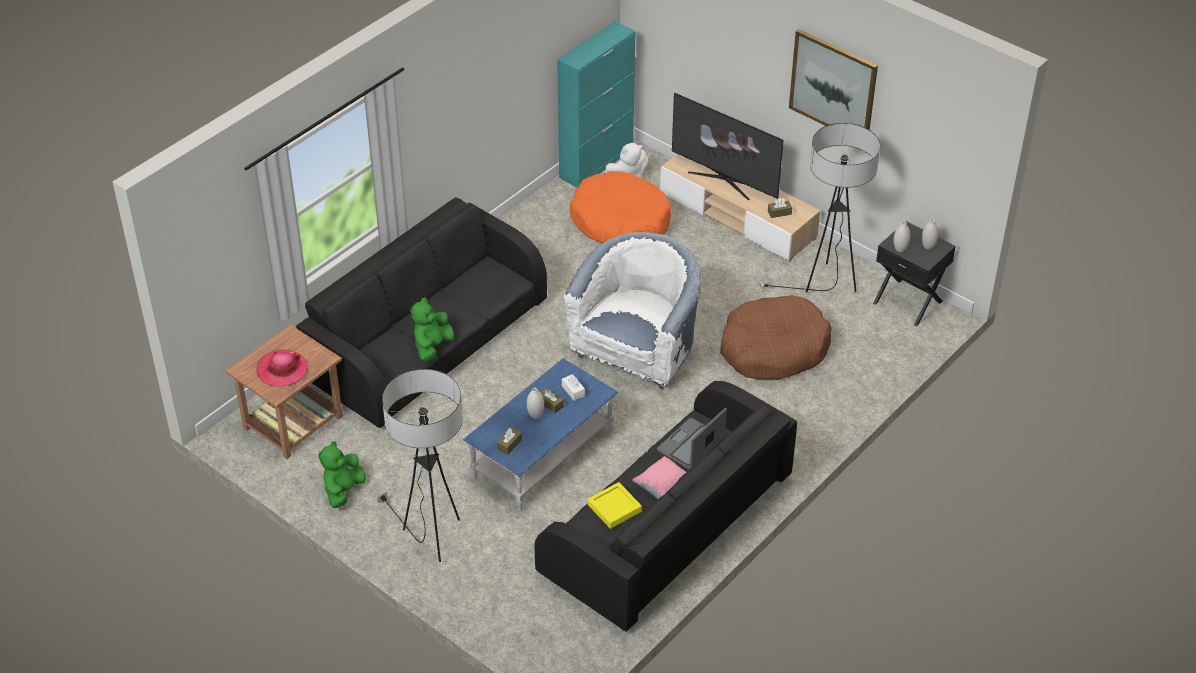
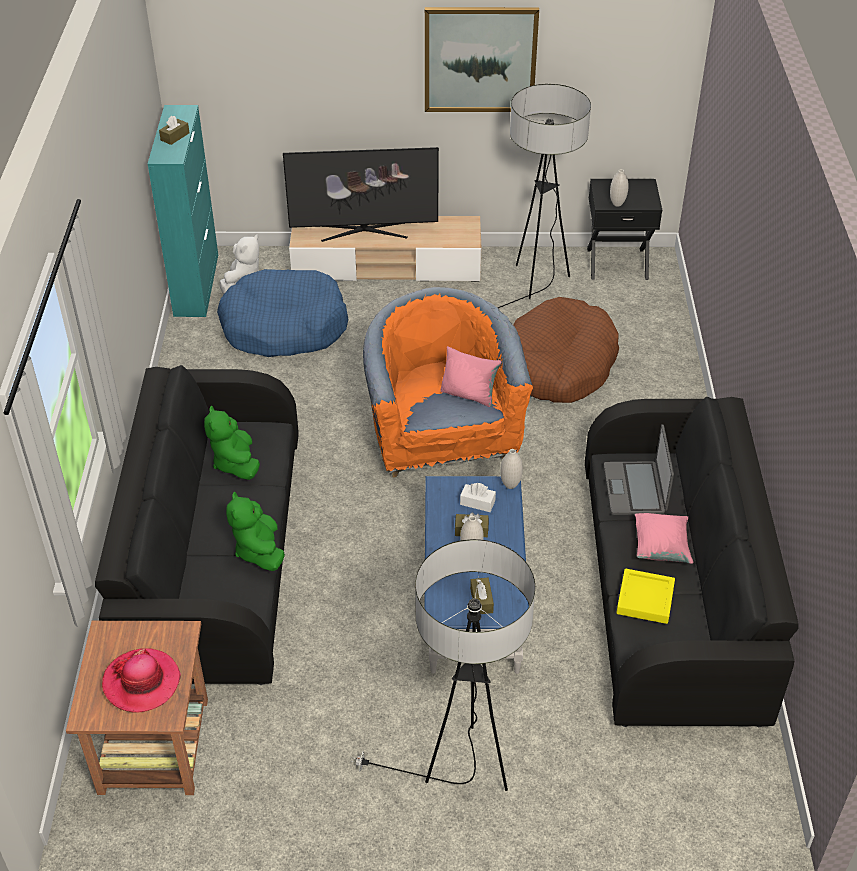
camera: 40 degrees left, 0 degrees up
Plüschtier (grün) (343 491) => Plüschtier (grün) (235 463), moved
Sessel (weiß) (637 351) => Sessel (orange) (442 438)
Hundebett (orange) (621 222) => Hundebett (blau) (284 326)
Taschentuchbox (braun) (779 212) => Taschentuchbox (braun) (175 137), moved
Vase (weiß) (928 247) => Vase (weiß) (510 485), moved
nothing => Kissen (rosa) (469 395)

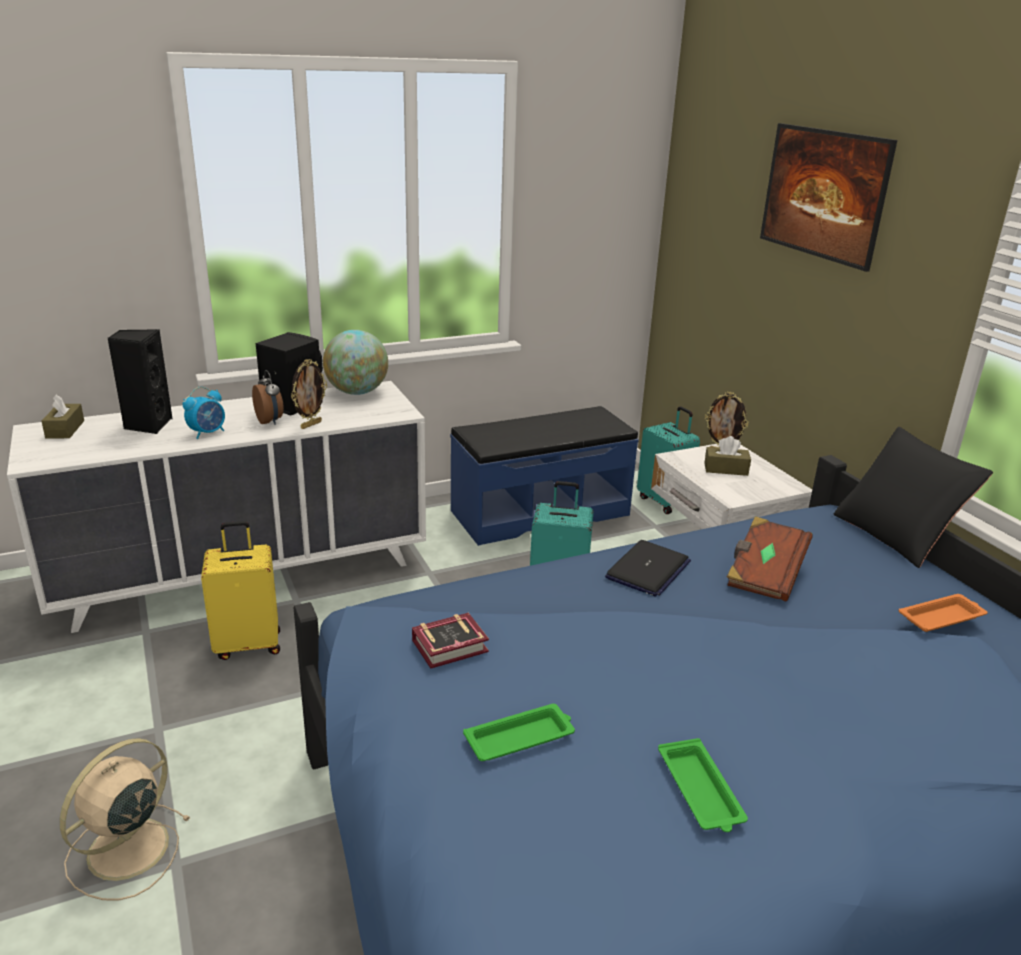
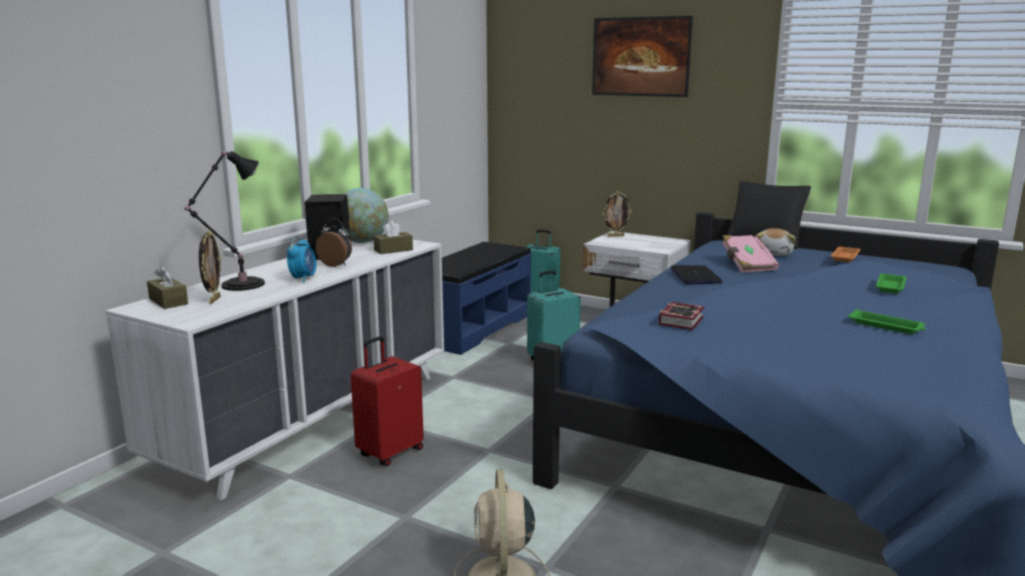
camera: 35 degrees left, 10 degrees down
Lautsprecher (schwarz) (147 425) => Tischlampe (schwarz) (239 285)
Koffer (gelb) (248 644) => Koffer (rot) (389 452)
Bilderrahmen (310 425) => Bilderrahmen (214 300), moved
Tablett (grün) (521 738) => Tablett (grün) (890 286), moved
Taschentuchbox (braun) (726 469) => Taschentuchbox (braun) (393 250), moved
Buch (braun) (764 574) => Buch (rosa) (747 265)
nothing => Plüschtier (774 254)

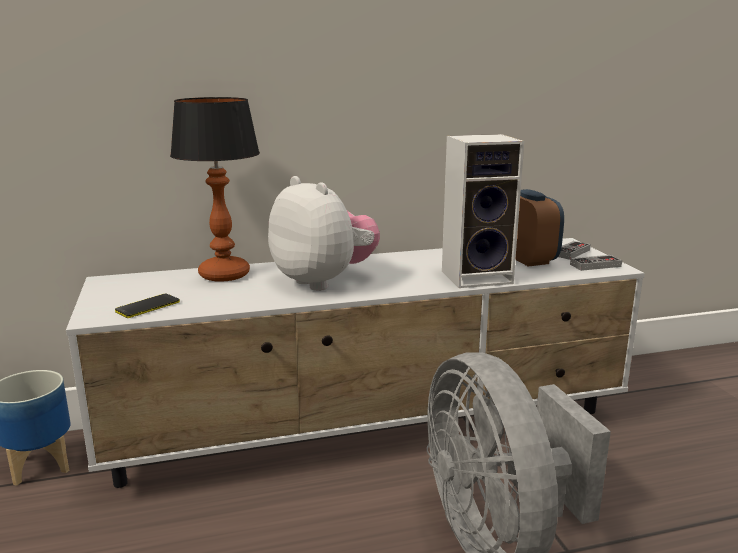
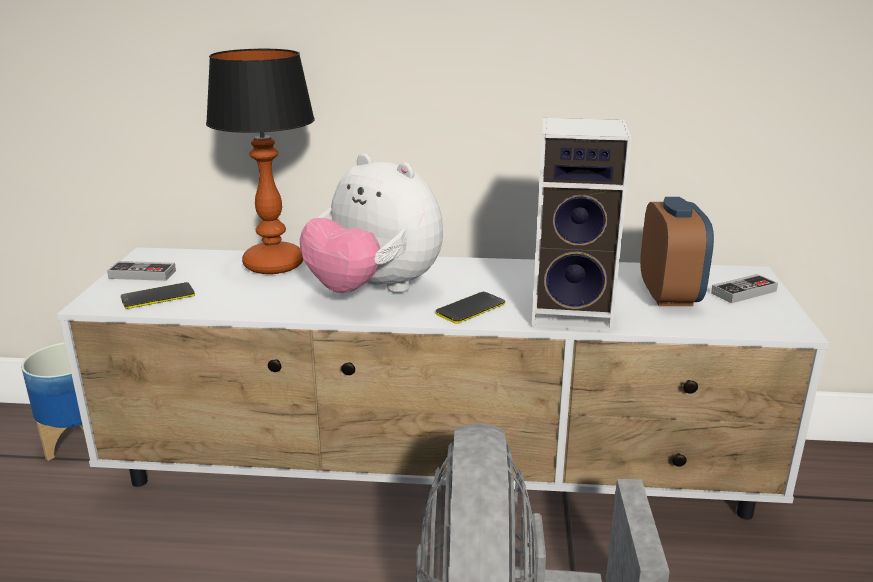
camera: 20 degrees right, 5 degrees up
Plüschtier (323 281) => Plüschtier (374 291), 150 degrees clockwise
Gamepad (595 265) => Gamepad (142 274), moved
nothing => Handy (470 308)

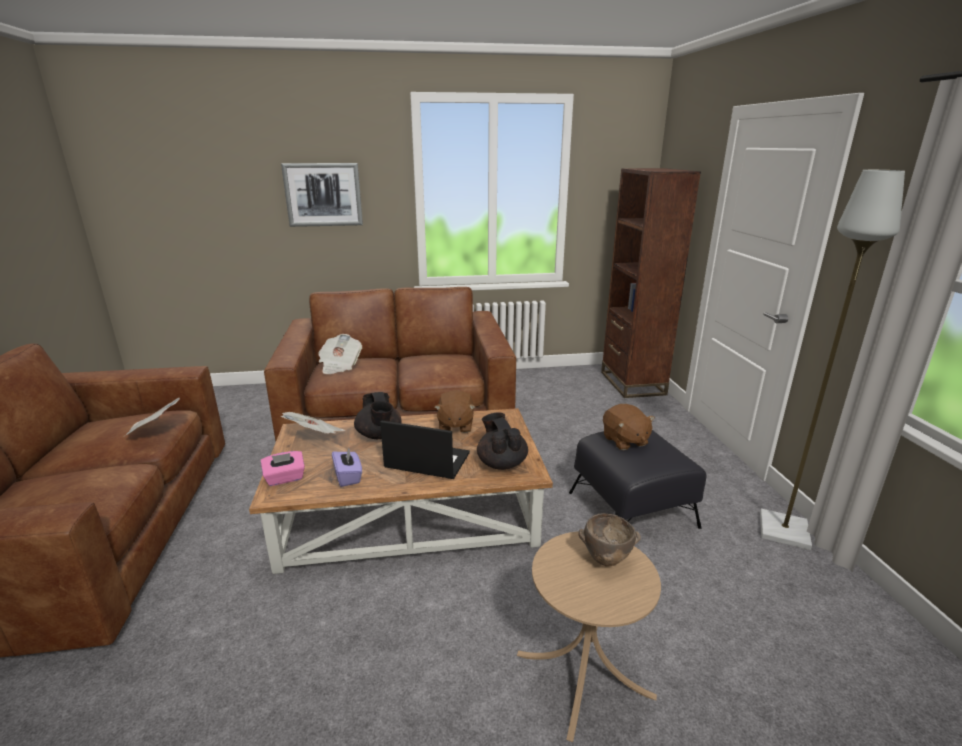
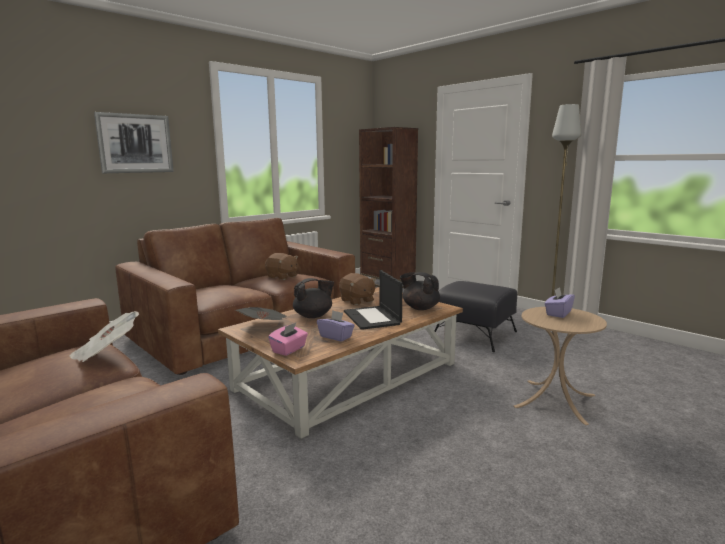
camera: 35 degrees left, 10 degrees down
Zeitung (339 366) => nothing
Teekanne (schwarz) (379 435) => Teekanne (schwarz) (313 316), 60 degrees counterclockwise
Laptop (426 461) => Laptop (372 318), 90 degrees counterclockwise
Schüssel (braun) (605 560) => Taschentuchbox (lila) (558 313)
Plüschtier (braun) (624 441) => Plüschtier (braun) (282 277), moved

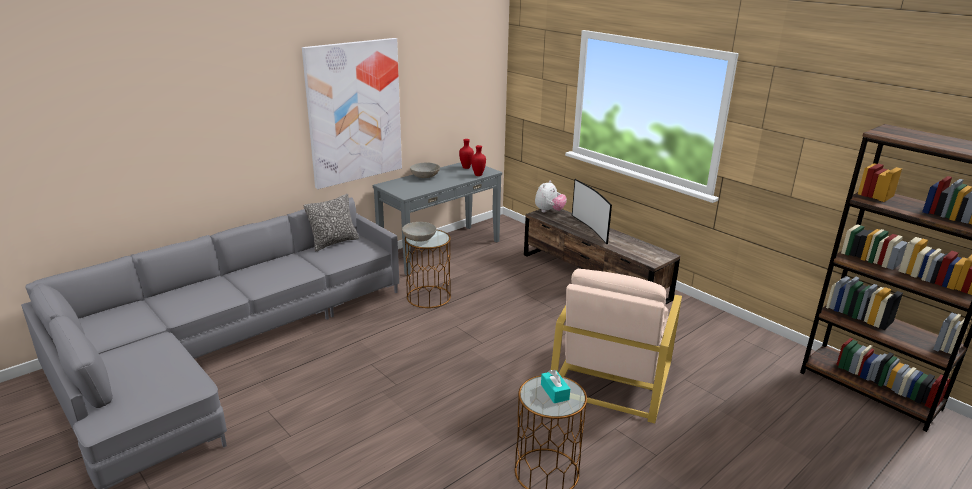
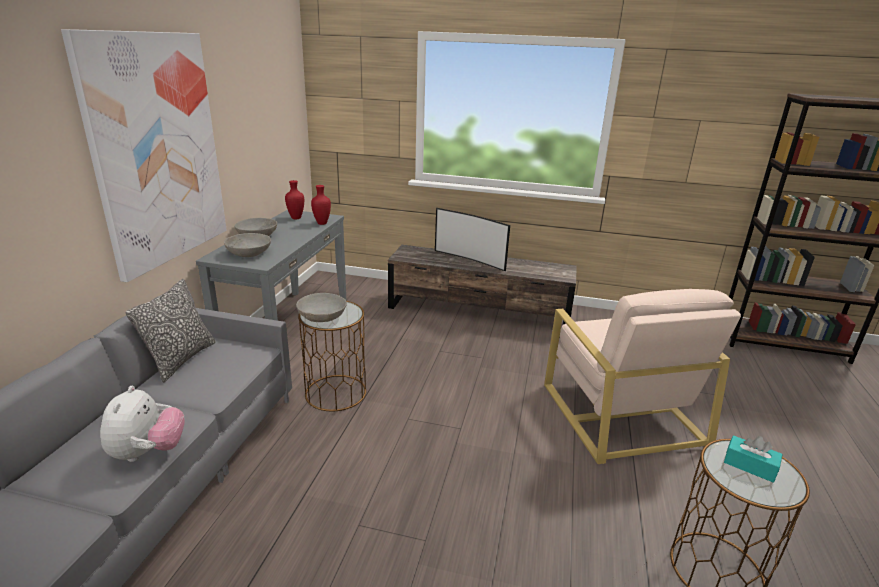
camera: 35 degrees left, 0 degrees up
Plüschtier (549 211) => Plüschtier (148 452), moved
nothing => Schüssel (grau) (249 253)

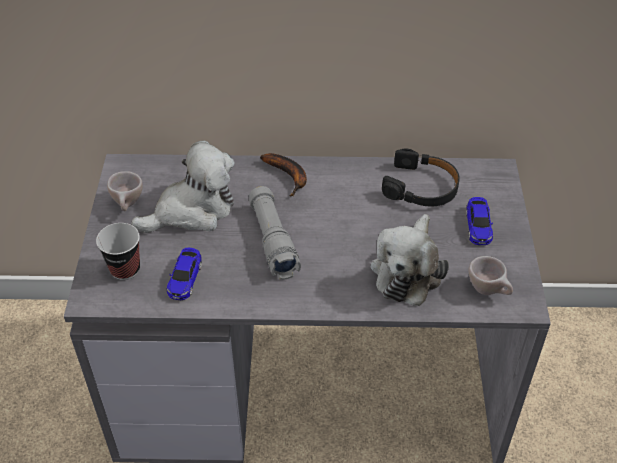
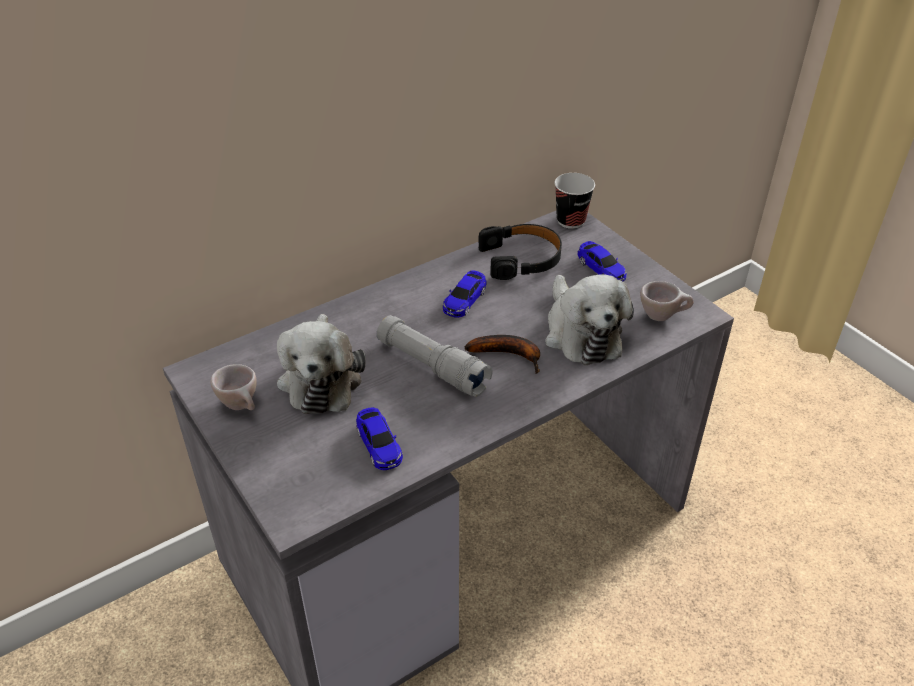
camera: 35 degrees left, 5 degrees down
Tasse (125 269) => Tasse (571 221), moved
Plüschtier (192 211) => Plüschtier (321 378), 150 degrees clockwise
Banane (289 176) => Banane (510 355), moved
nothing => Spielzeugauto (464 300)

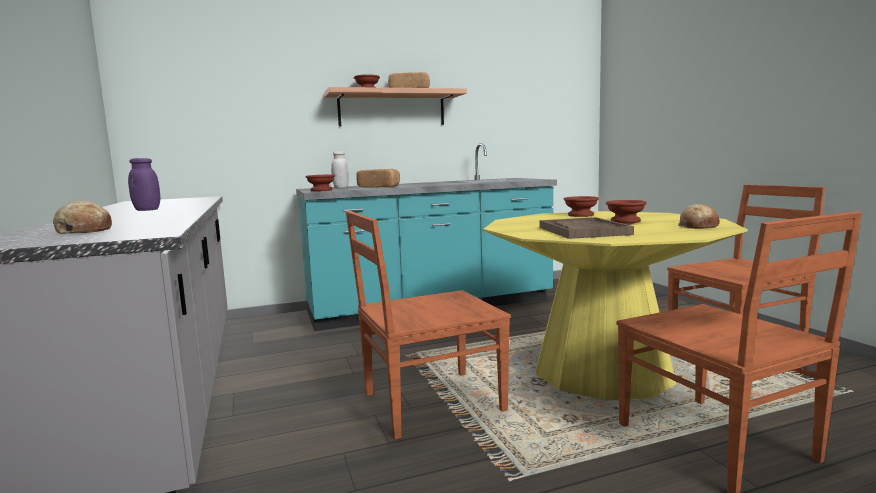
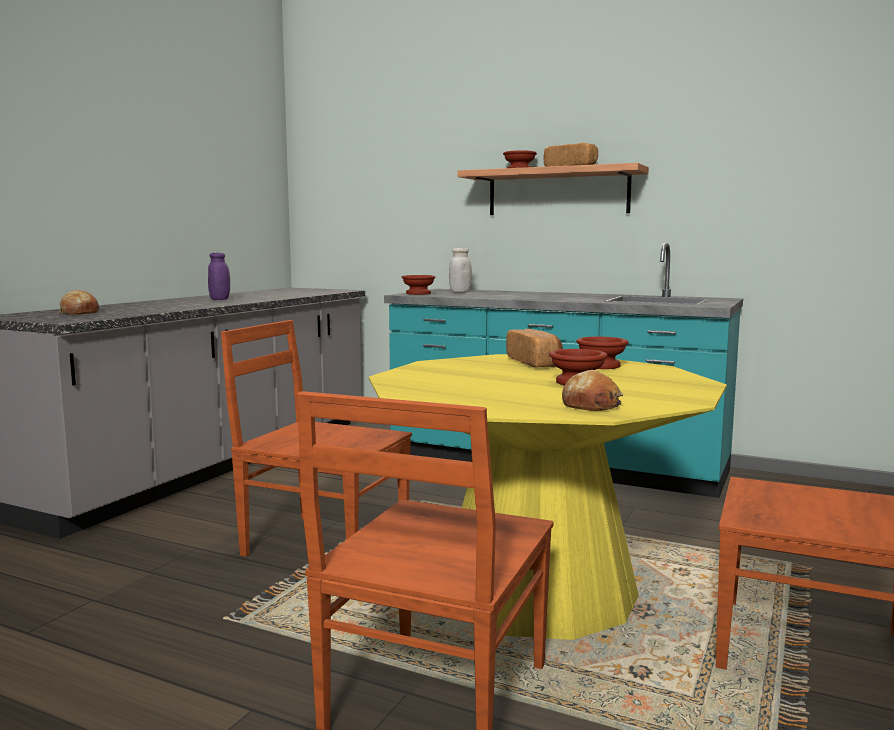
camera: 45 degrees right, 0 degrees up
Brot (379 187) => Brot (535 363), moved
Tablett (braun) (583 231) => nothing

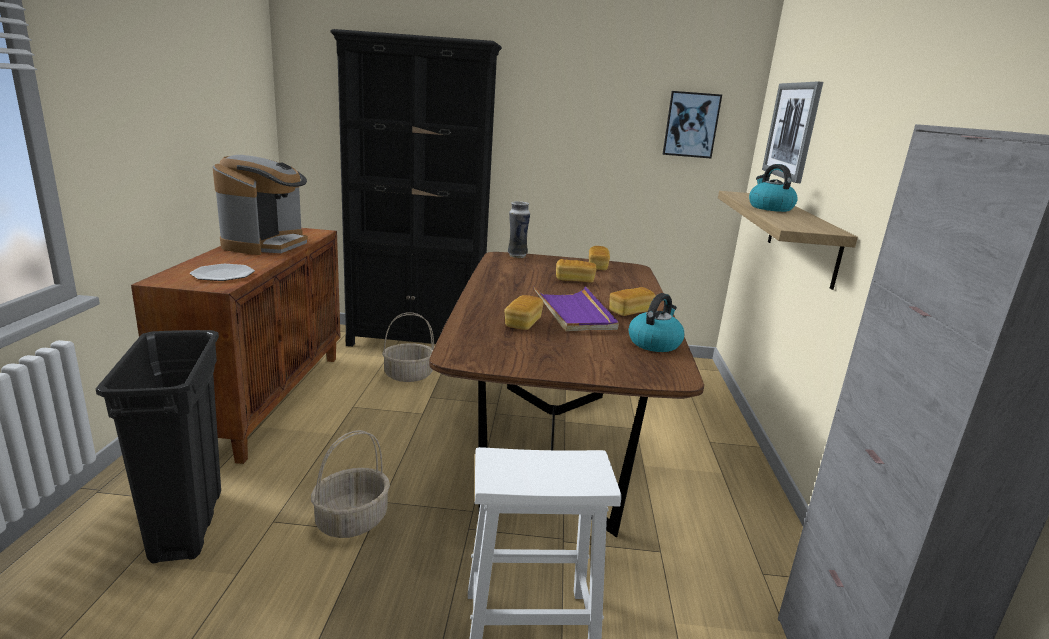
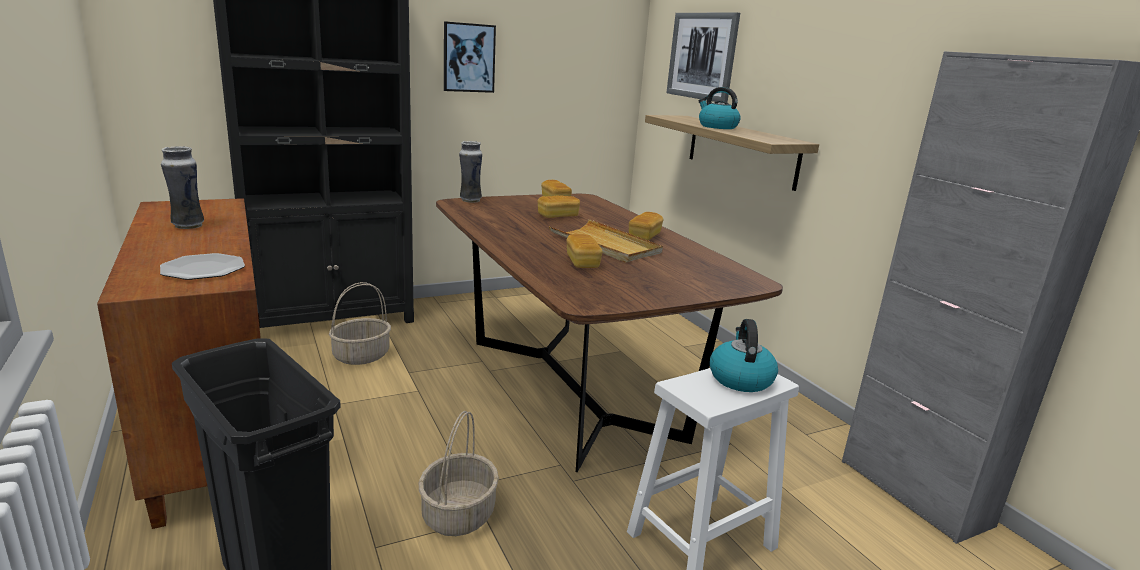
camera: 30 degrees left, 0 degrees up
Kaffeemaschine (266 244) => Vase (187 226)
Tablett (lila) (574 312) => Tablett (beige) (605 245)
Wasserkessel (654 343) => Wasserkessel (740 378), moved
Bild (691 124) => Bild (468 58), moved

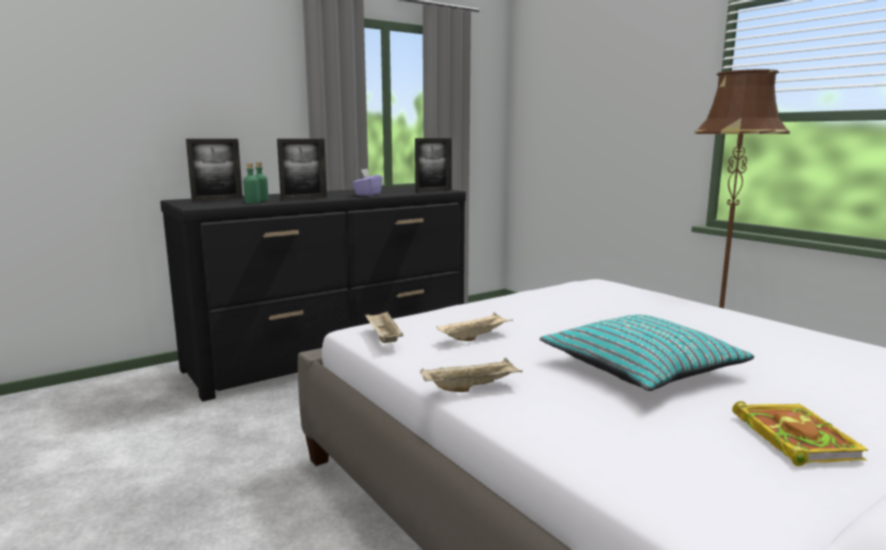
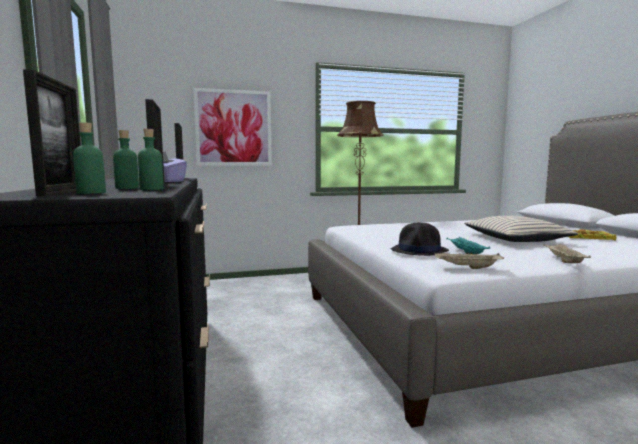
camera: 70 degrees left, 5 degrees down
Tablett (beige) (475 337) => Tablett (türkis) (465 252)
Kissen (türkis) (642 368) => Kissen (beige) (515 239)
nothing => Flasche (grün) (91 193)
nothing => Bild (233 128)
nothing => Hut (schwarz) (419 251)

